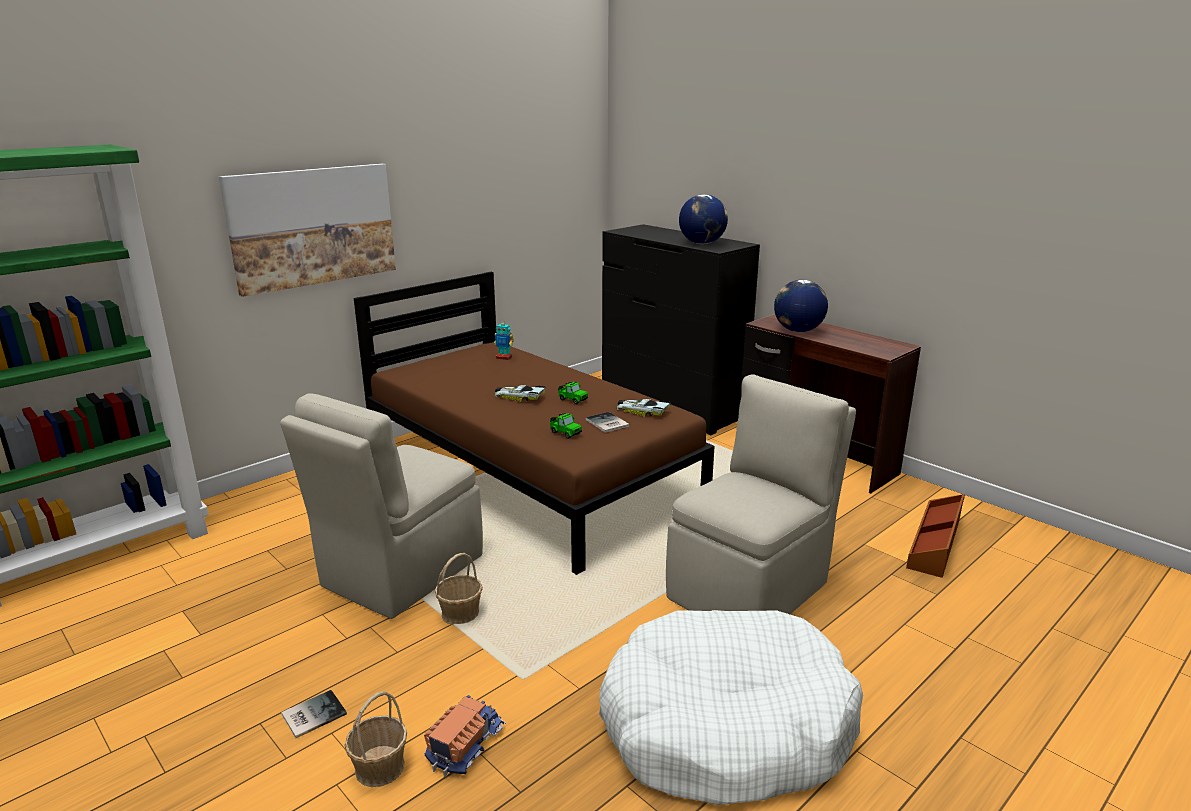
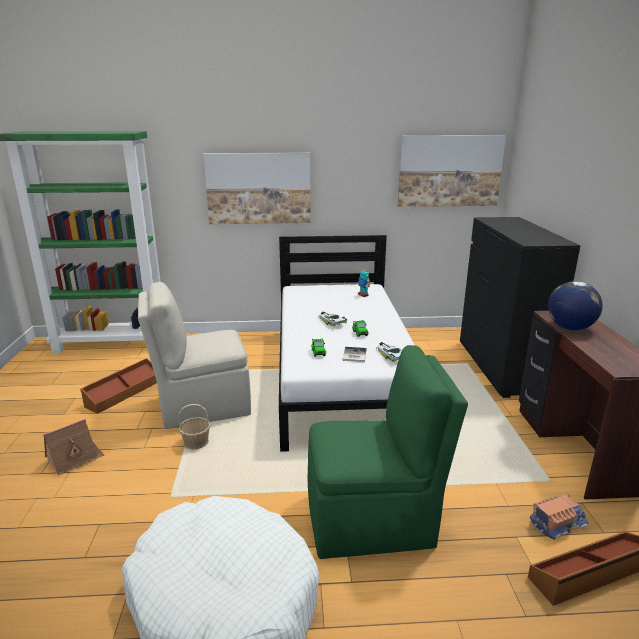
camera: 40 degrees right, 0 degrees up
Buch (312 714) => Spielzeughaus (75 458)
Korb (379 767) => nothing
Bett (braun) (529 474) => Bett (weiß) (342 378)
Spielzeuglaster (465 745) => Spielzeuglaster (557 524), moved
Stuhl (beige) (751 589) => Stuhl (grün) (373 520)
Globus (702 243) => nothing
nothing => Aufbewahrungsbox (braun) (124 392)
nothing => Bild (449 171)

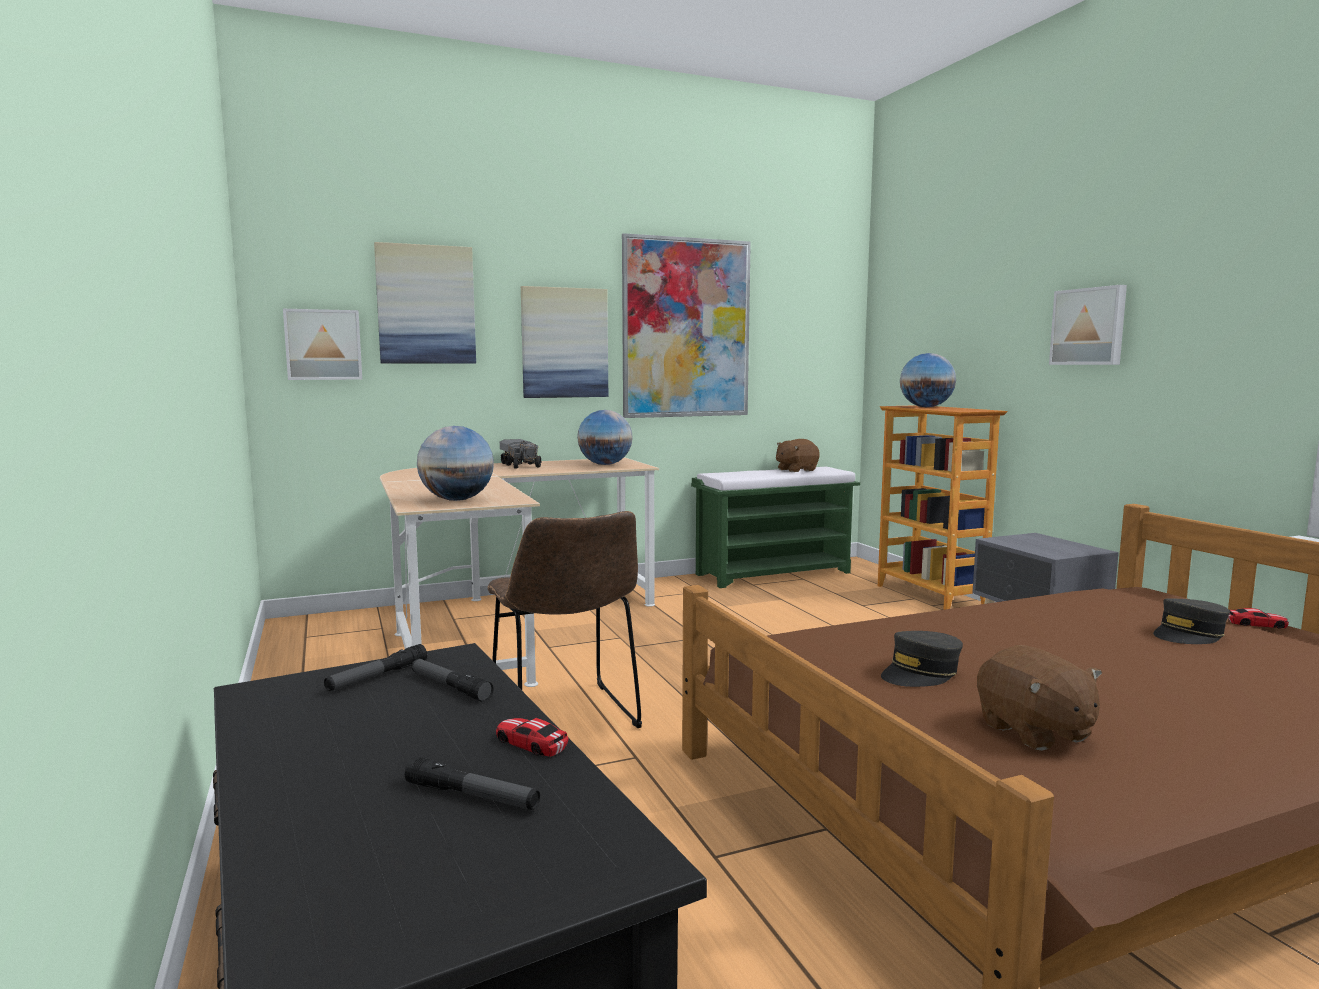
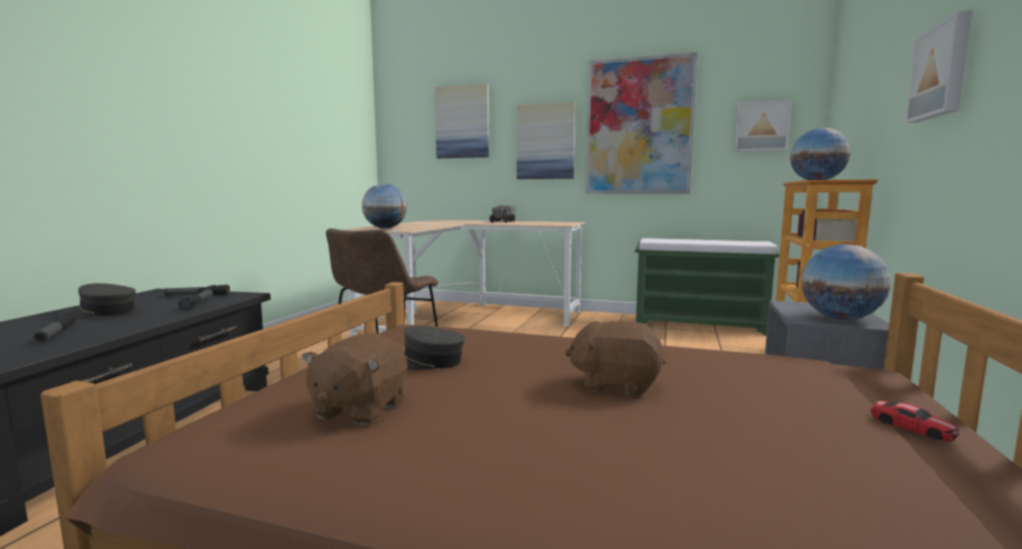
camera: 40 degrees right, 0 degrees up
Bild (323 345) => Bild (761 126), moved
Spielzeugauto (531 743) => nothing
Globus (605 464) => Globus (840 318), moved
Plüschtier (braun) (796 470) => Plüschtier (braun) (615 384), moved
Kappe (grau) (1189 634) => Kappe (grau) (104 312), moved

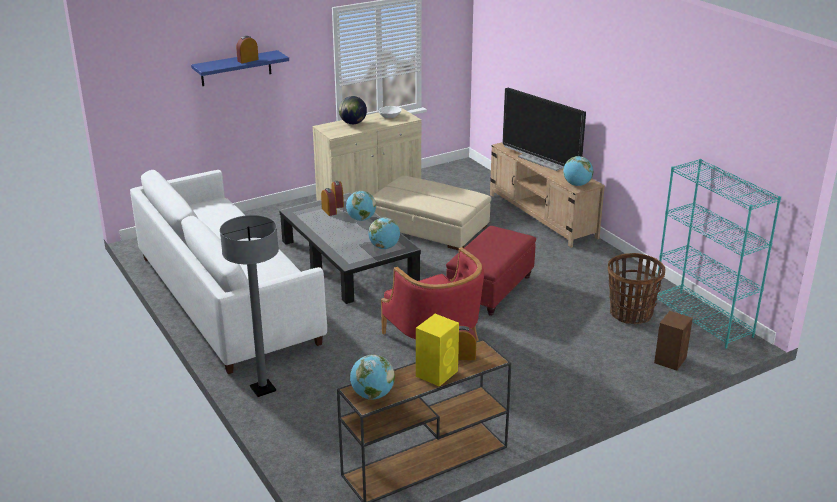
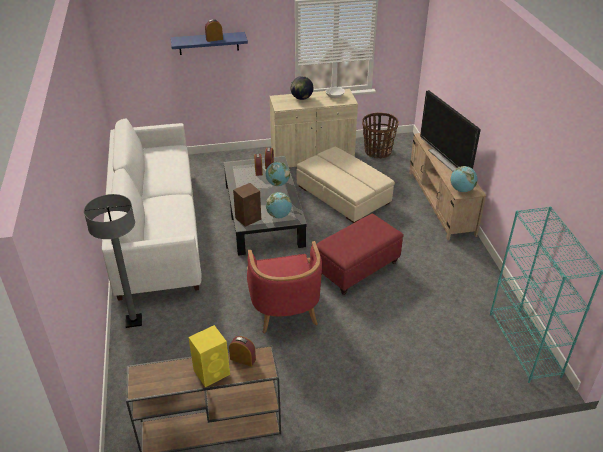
camera: 20 degrees right, 10 degrees up
Globus (372 395) => nothing
Korb (631 314) => Korb (377 152), moved
Lautsprecher (braun) (670 359) => Lautsprecher (braun) (248 218), moved

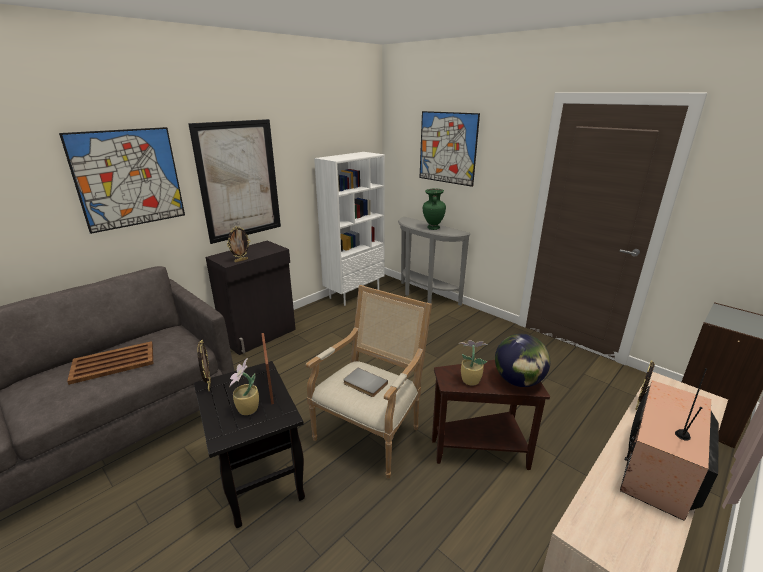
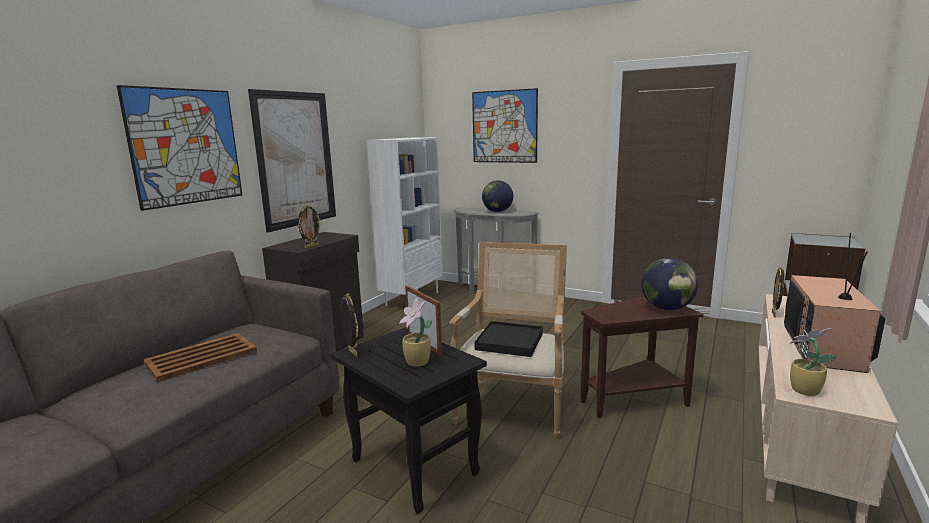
camera: 15 degrees left, 10 degrees down
Buch (grau) (364 384) => Tablett (schwarz) (509 342)
Vase (grün) (433 228) => Globus (497 211)
Topfpflanze (469 380) => Topfpflanze (803 390), moved

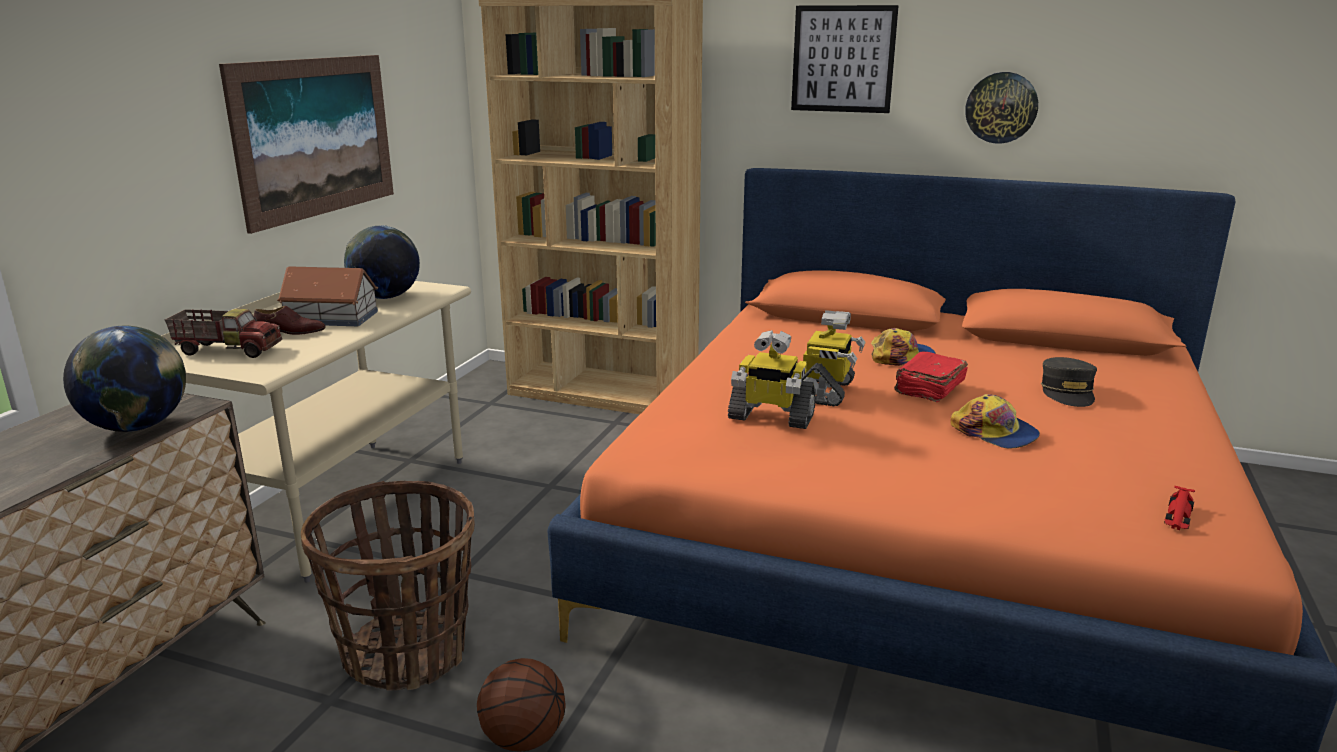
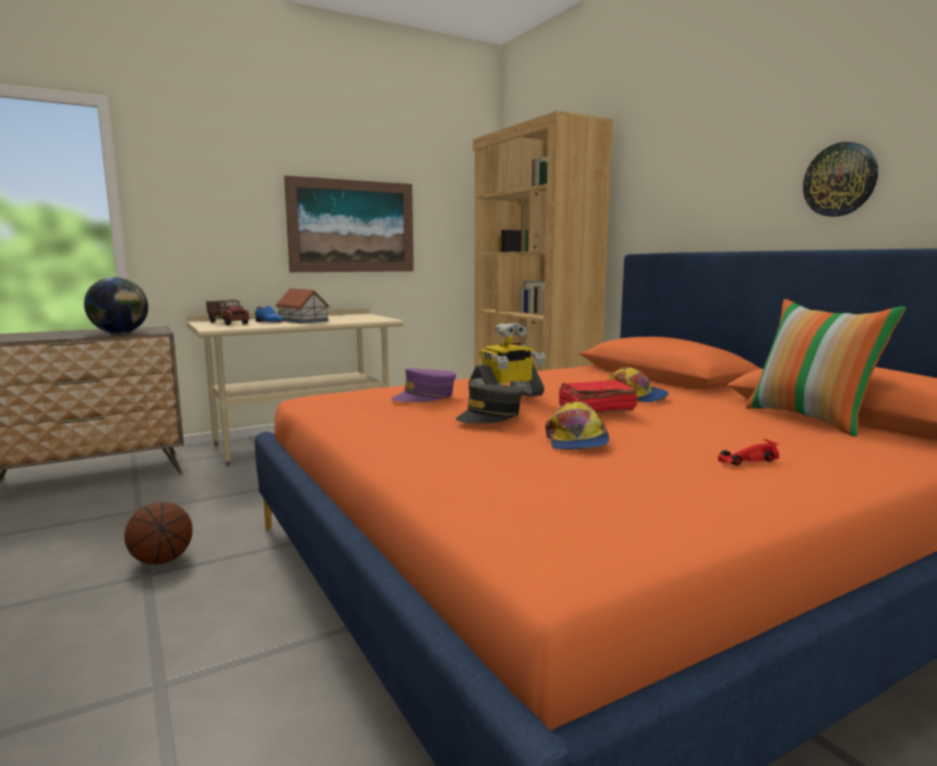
camera: 40 degrees right, 10 degrees down
Schuh (braun) (290 333) => Schuh (blau) (269 322)
Korb (406 653) => nothing
Globus (386 297) => nothing
Spielzeugroboter (770 417) => Kappe (lila) (425 397)
Bild (843 59) => nothing
Kappe (grau) (1067 392) => Kappe (grau) (490 416), moved
Spielzeugauto (rot) (1178 516) => Spielzeugauto (rot) (746 460), moved
nothing => Kissen (810 419)

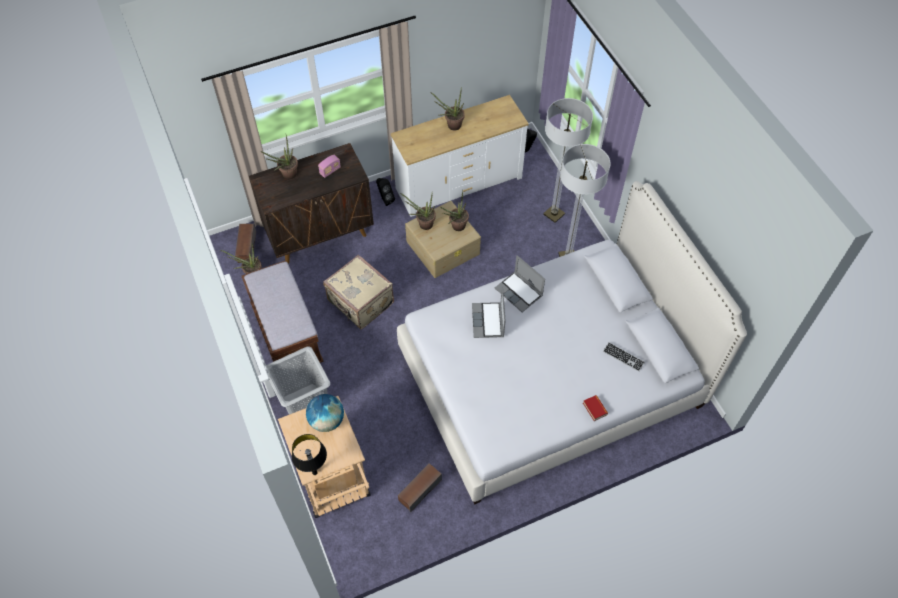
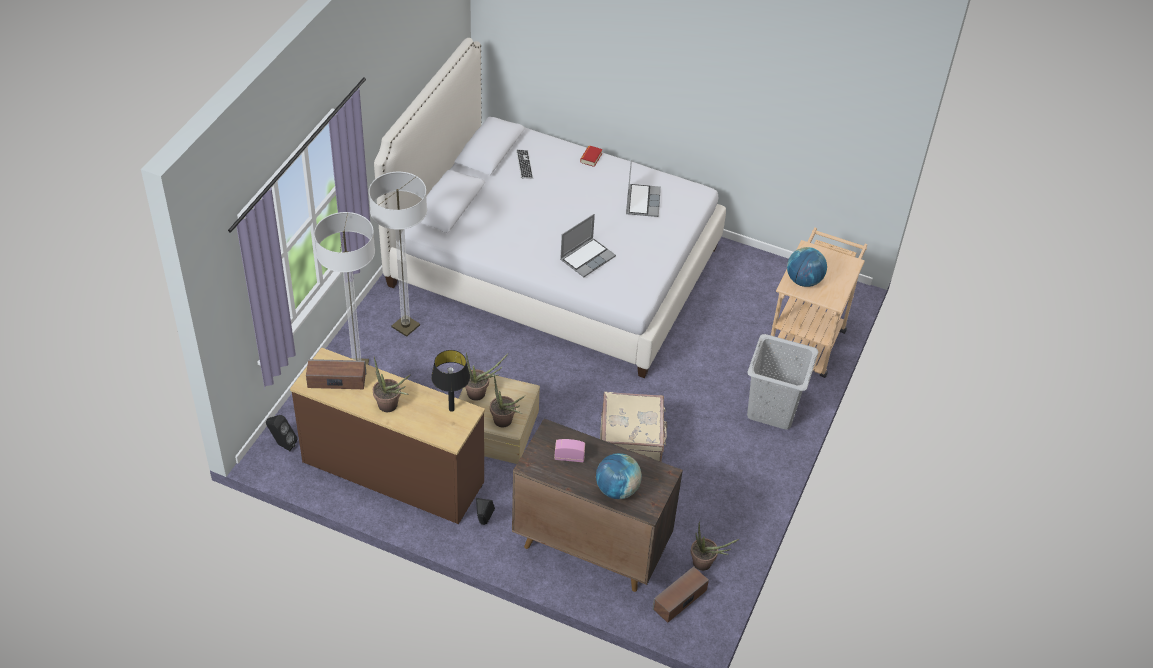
camera: 135 degrees left, 10 degrees down
Bank (braun) (287 334) => nothing
Topfpflanze (287 175) => Globus (617 489)
Tischlampe (schwarz) (315 473) => Tischlampe (schwarz) (451 409), moved
Kommode (weiß) (458 183) => Kommode (braun) (392 473)
Lautsprecher (420 490) => Lautsprecher (336 381), moved
Laptop (519 292) => Laptop (642 201), moved

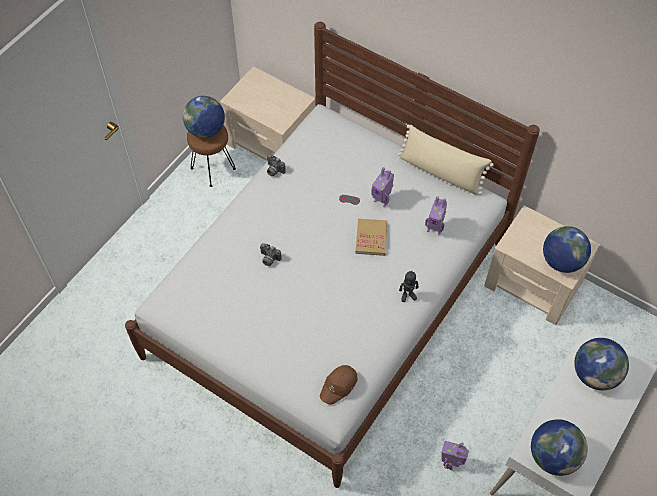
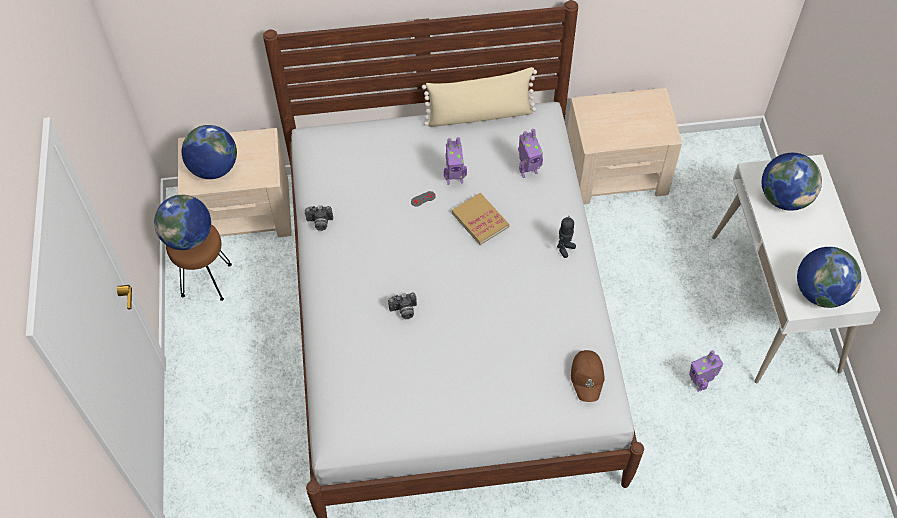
camera: 40 degrees left, 0 degrees up
Globus (561 261) => Globus (214 168), moved

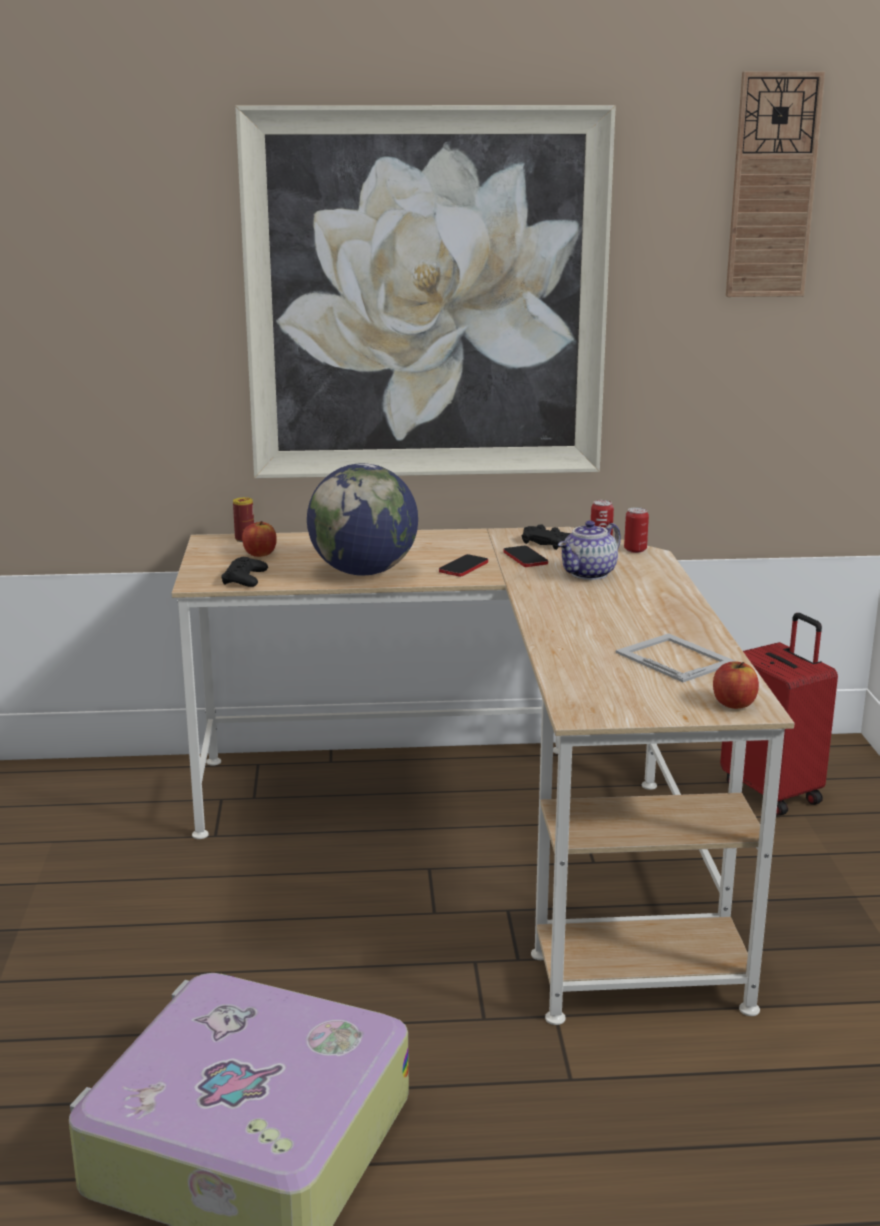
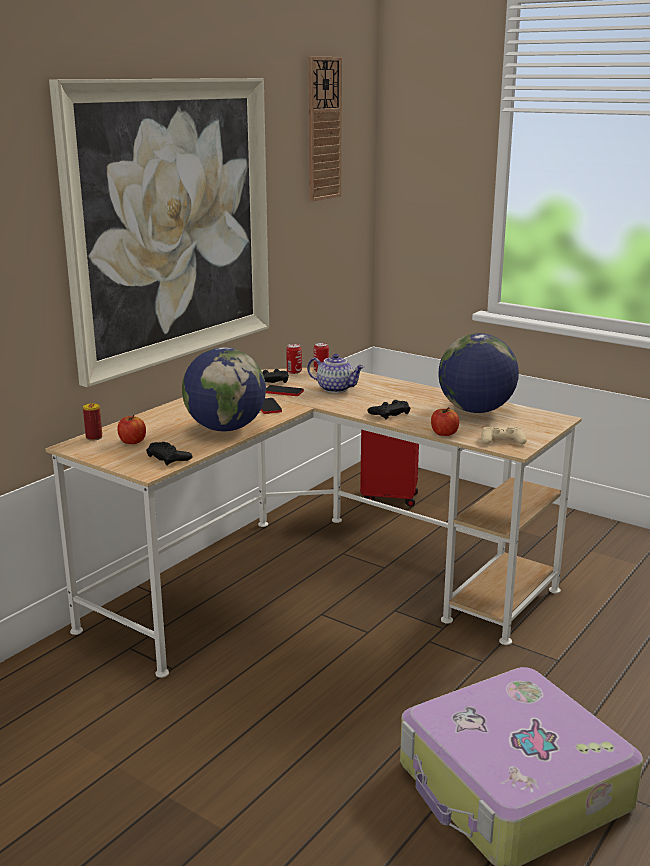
camera: 50 degrees left, 0 degrees up
Teekanne (589 574) => Teekanne (336 389), 60 degrees counterclockwise
Bilderrahmen (675 657) => Globus (476 410)
Apfel (734 703) => Apfel (444 433), moved
nothing => Gamepad (schwarz) (389 413)
nothing => Gamepad (beige) (502 440)

